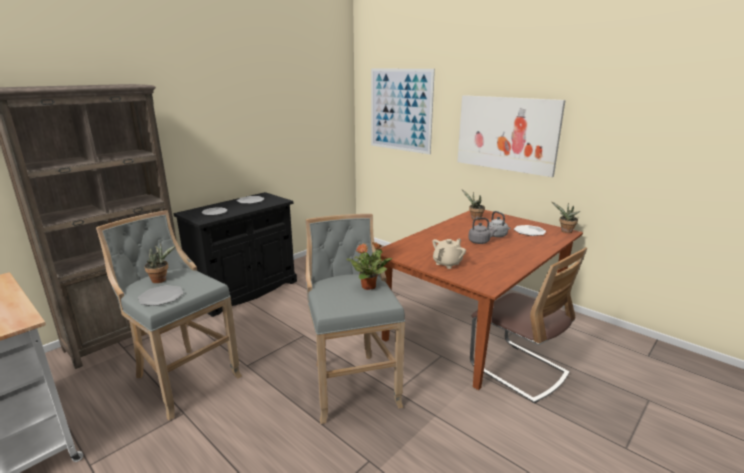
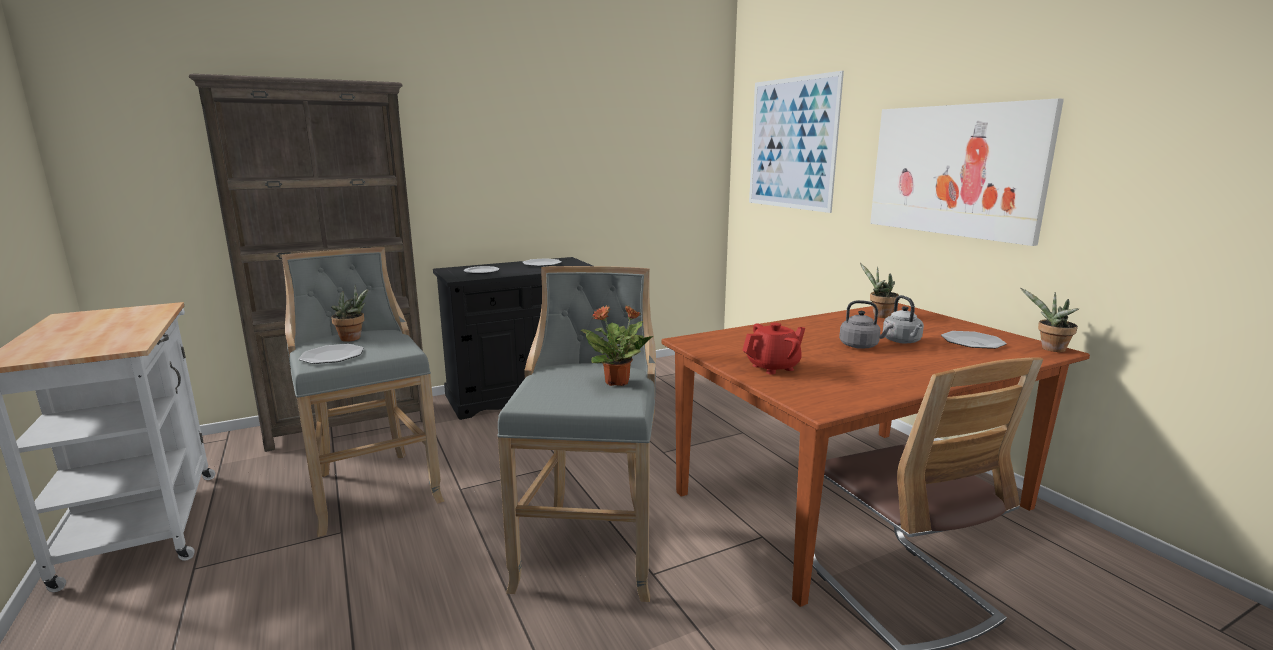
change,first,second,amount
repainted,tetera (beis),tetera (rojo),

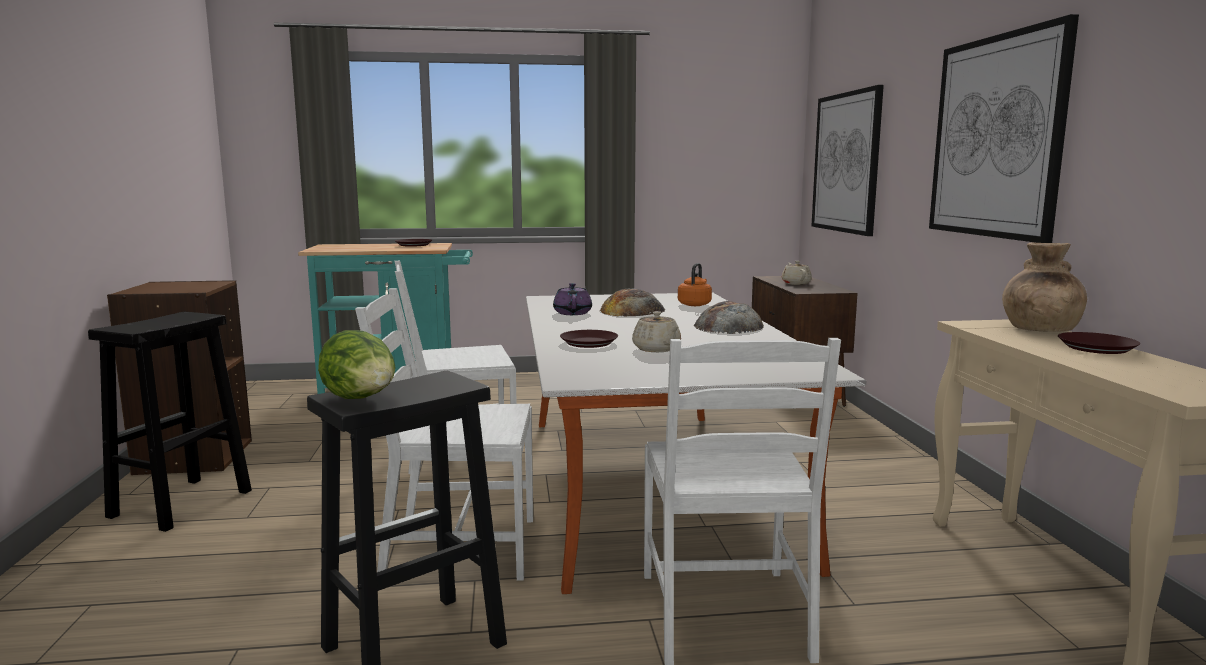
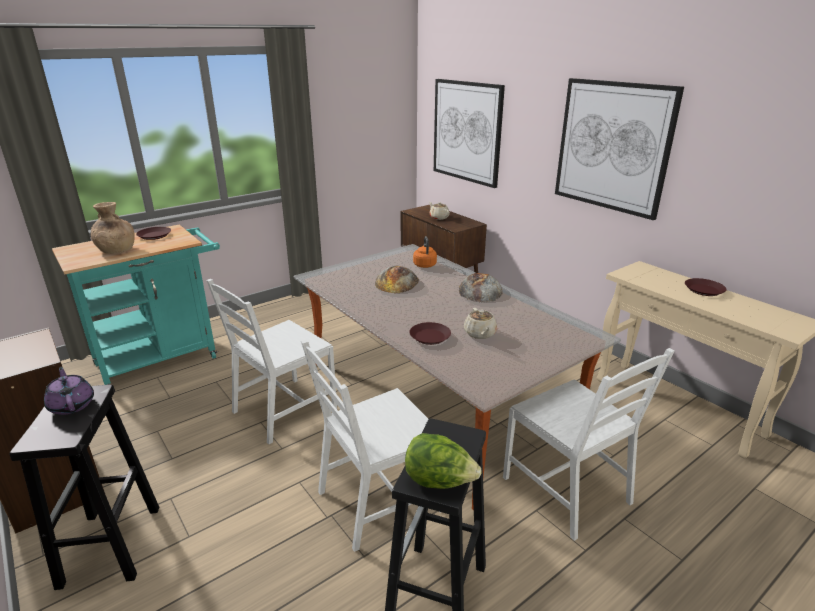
change,first,second,amount
shifted,florero (marrón),,
shifted,tetera (morado),,
rotated,tetera (beis) (no. 1 from left in the first image),tetera (beis) (no. 2 from left),45 degrees clockwise

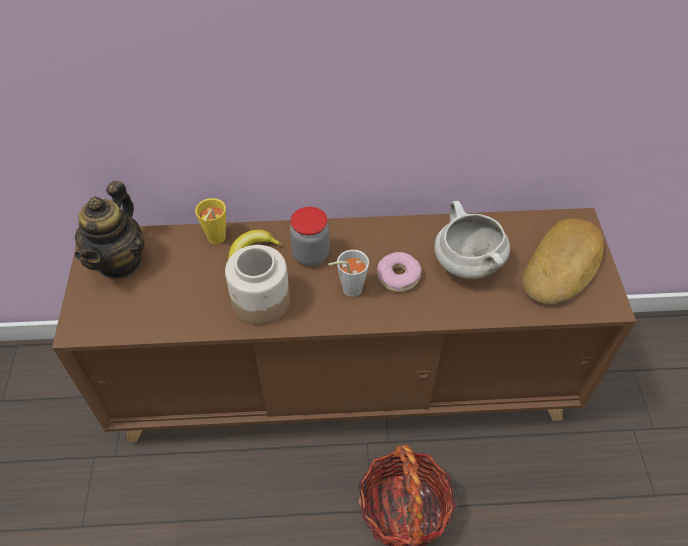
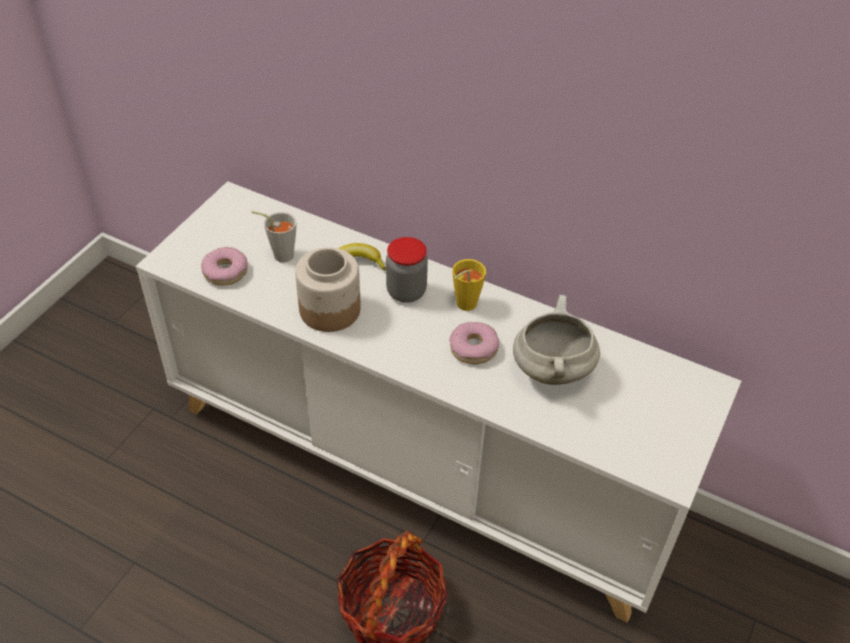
change,first,second,amount
gone,tetera,,
shifted,taza (amarillo),,
repainted,armario (marrón),armario (blanco),
gone,pan,,
shifted,taza (gris),,
new,,rosquilla (no. 1 from left),

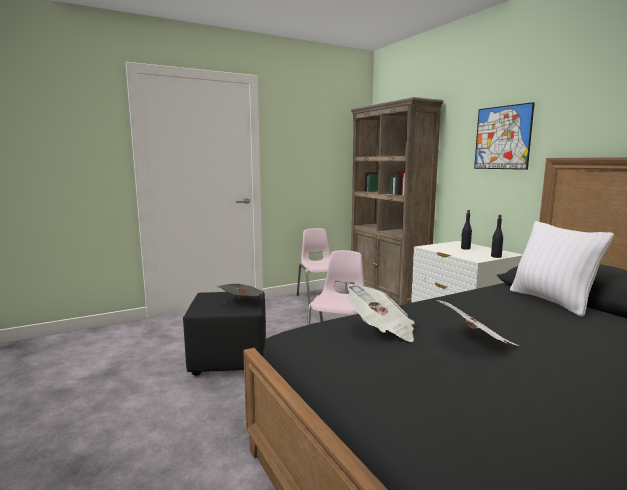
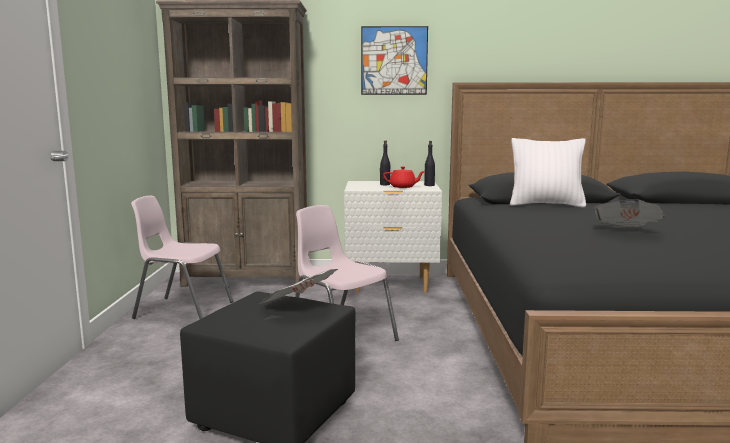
change,first,second,amount
gone,periódico (no. 2 from left),,
new,,tetera (rojo),

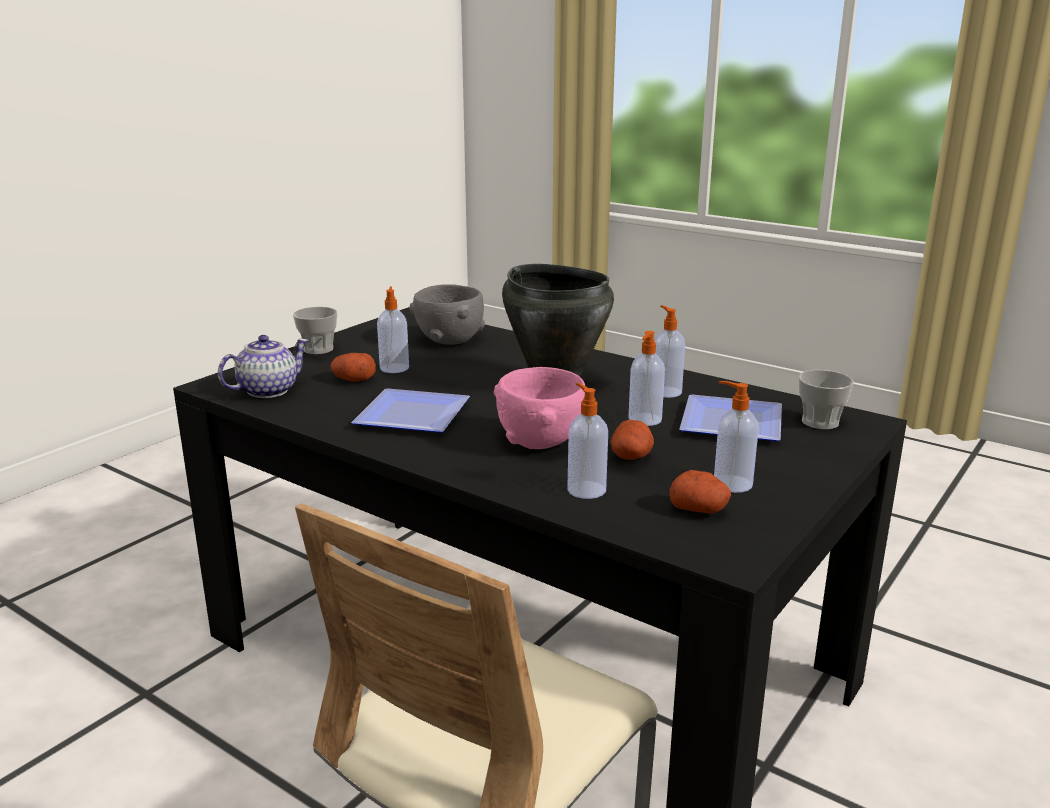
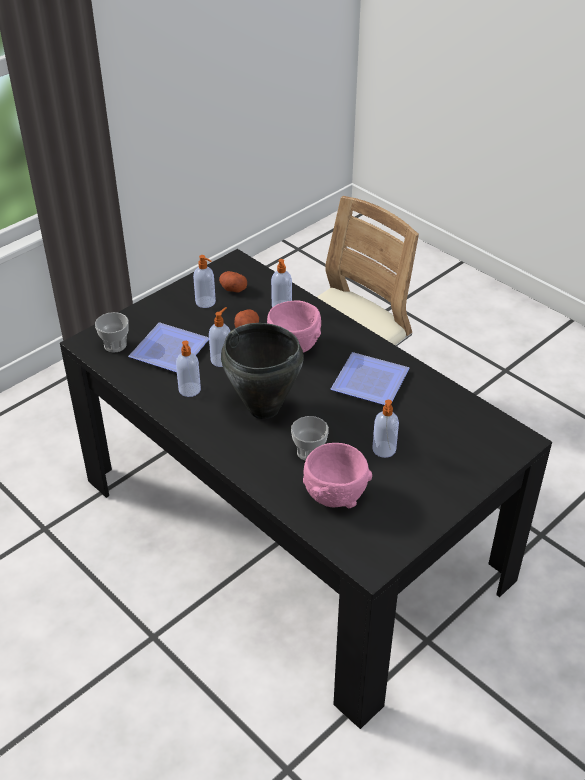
change,first,second,amount
repainted,cuenco (gris),cuenco (rosa) (no. 2 from left),
shifted,taza (no. 1 from left in the first image),taza (no. 2 from left),
gone,tetera,,
gone,patata (no. 1 from left),,

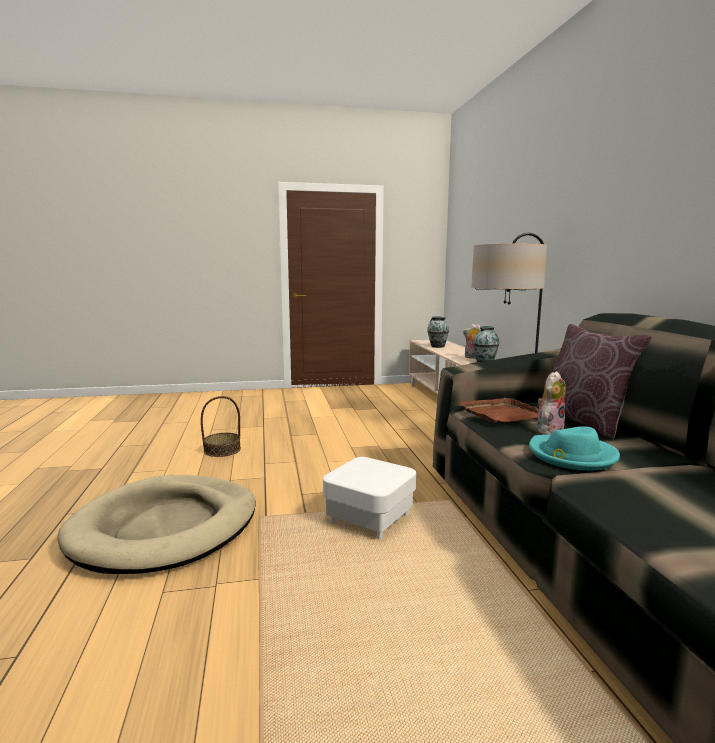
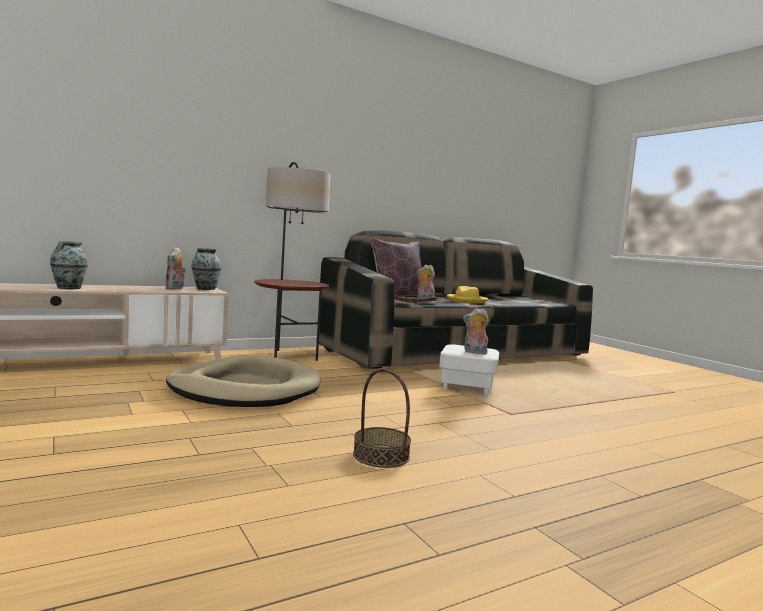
change,first,second,amount
repainted,sombrero (turquesa),sombrero (amarillo),
shifted,cama para perro (beis),,
new,,peluche (no. 3 from left),

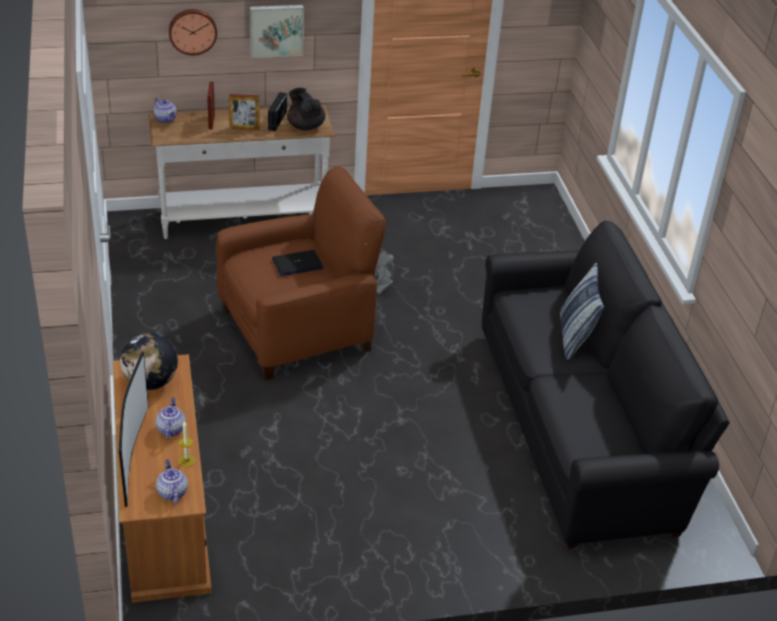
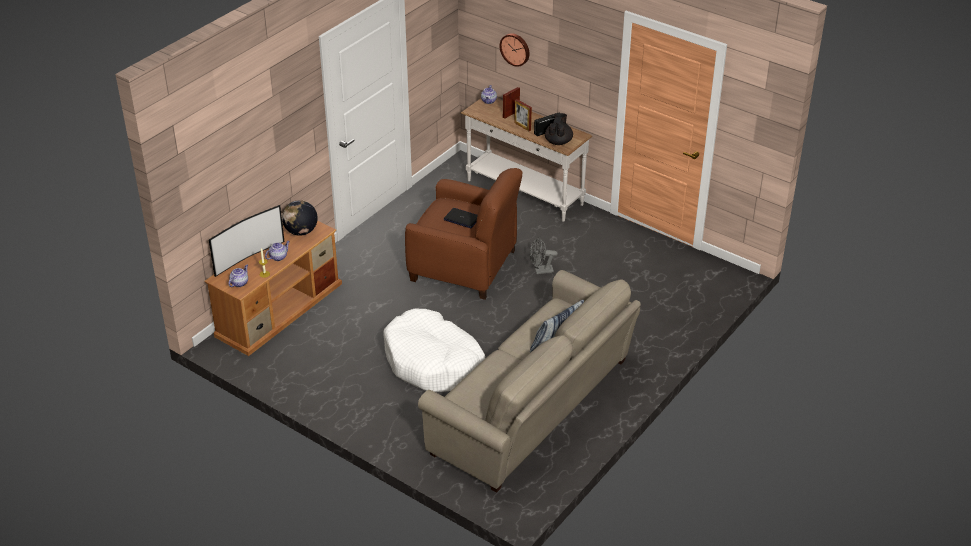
change,first,second,amount
gone,cuadro,,
repainted,sofá (negro),sofá (beis),
new,,cama para perro (blanco),

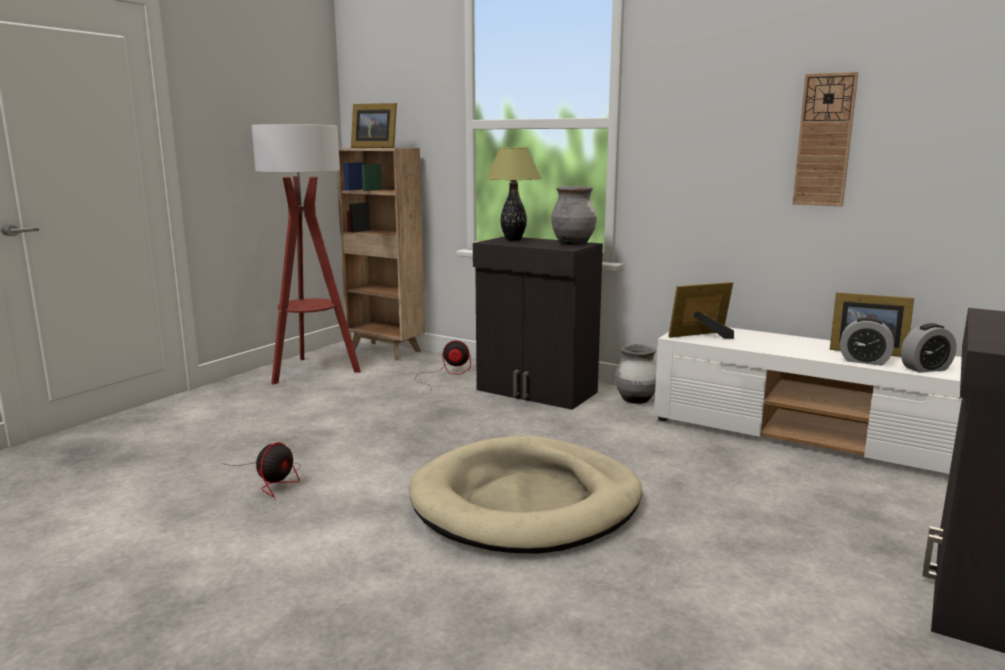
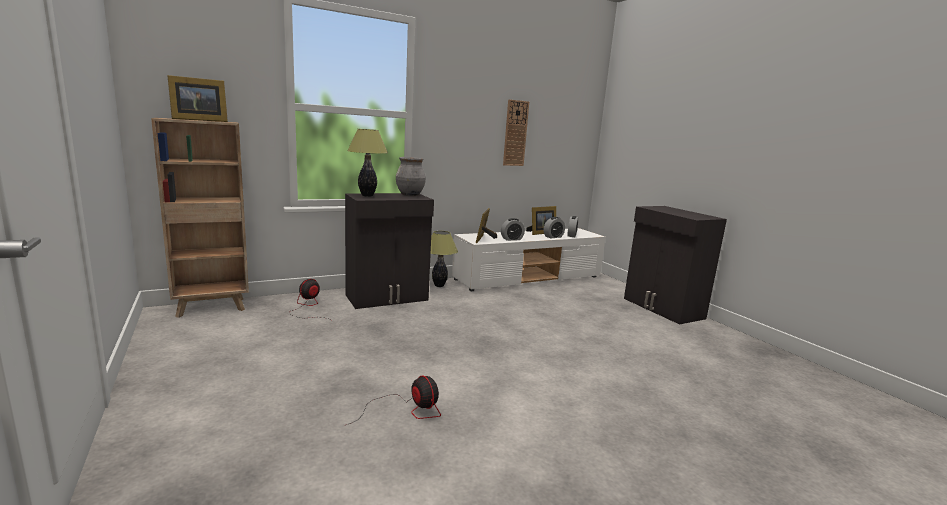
change,first,second,amount
gone,lámpara de pie,,
swapped,florero (gris) (no. 2 from left),lámpara de mesa (no. 2 from left),
gone,cama para perro (beis),,
new,,despertador (no. 1 from left),

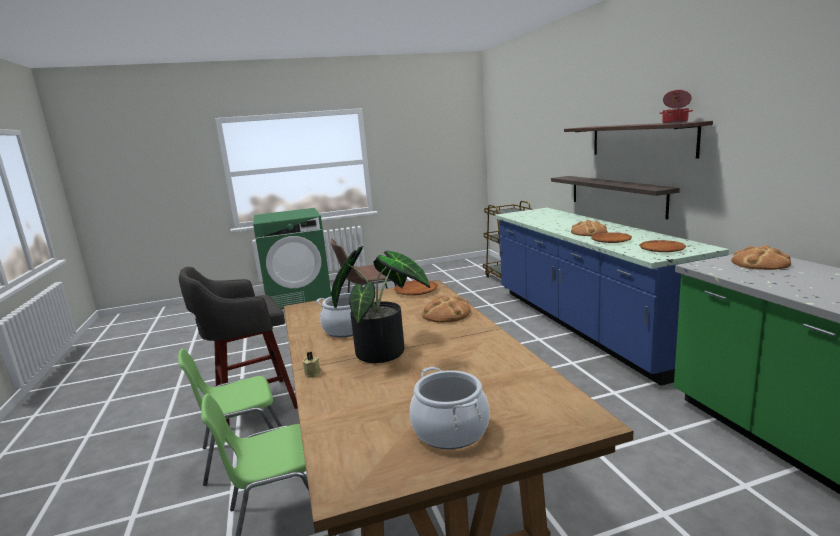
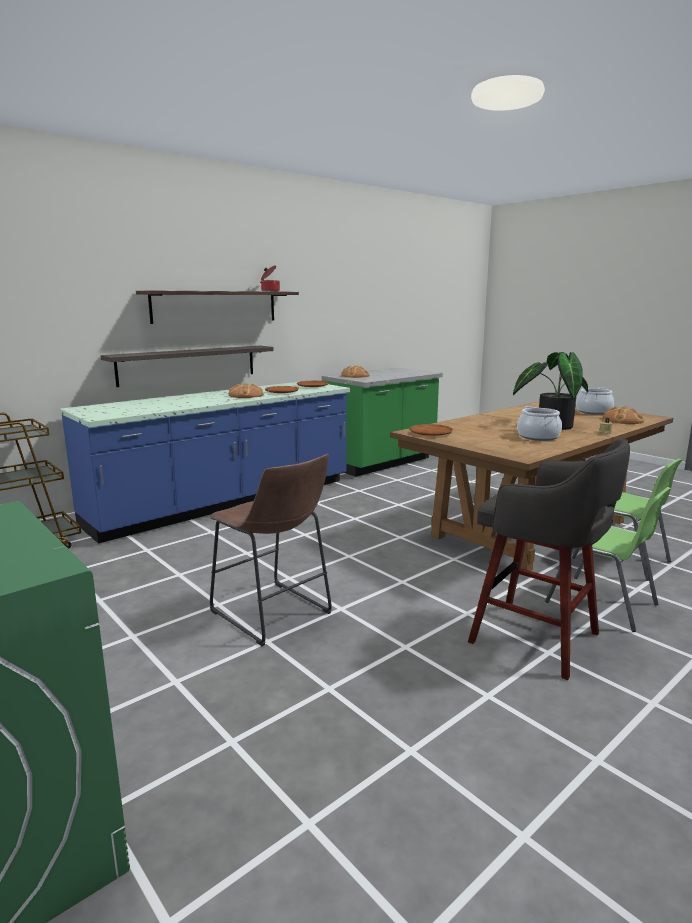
change,first,second,amount
shifted,pan (no. 1 from left in the first image),pan (no. 3 from left),

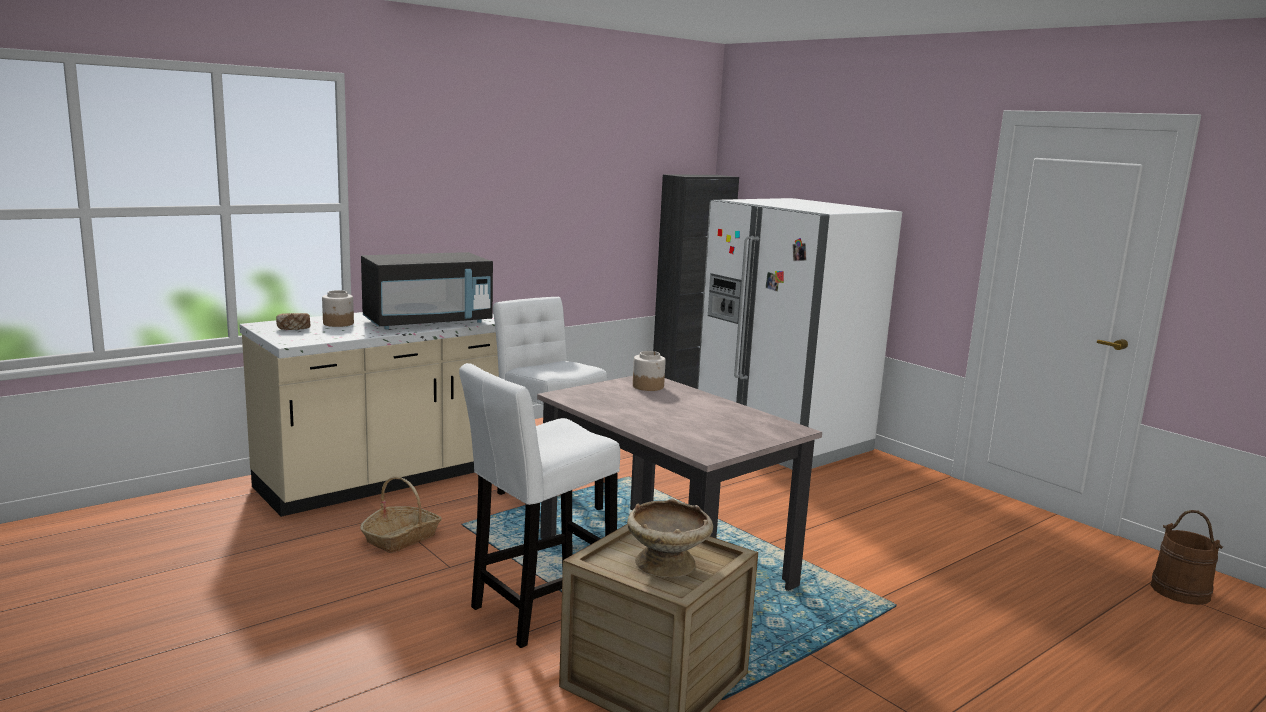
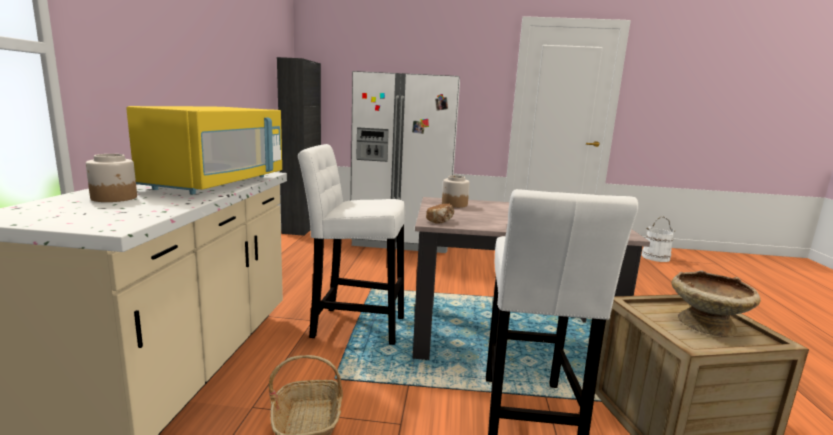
change,first,second,amount
repainted,microondas (negro),microondas (amarillo),
shifted,pan,,
repainted,cubo (marrón),cubo (blanco),

